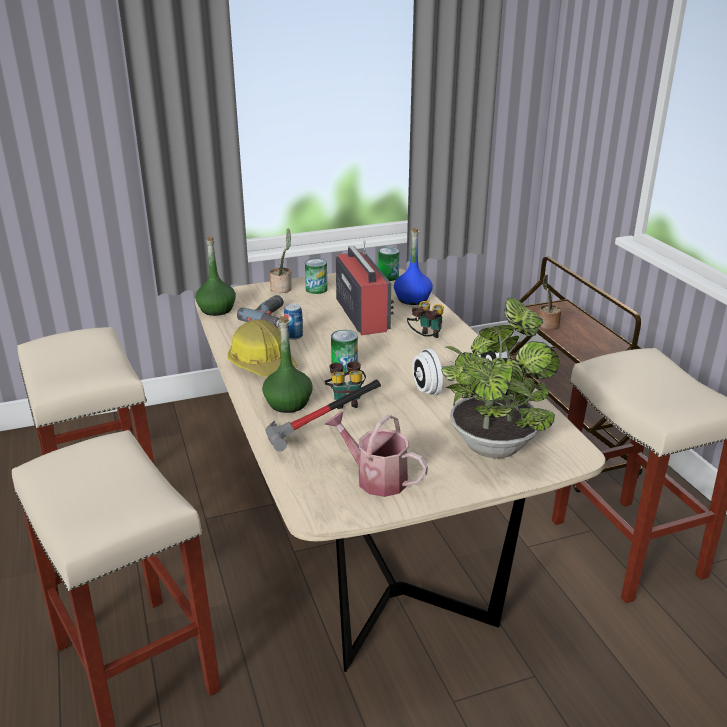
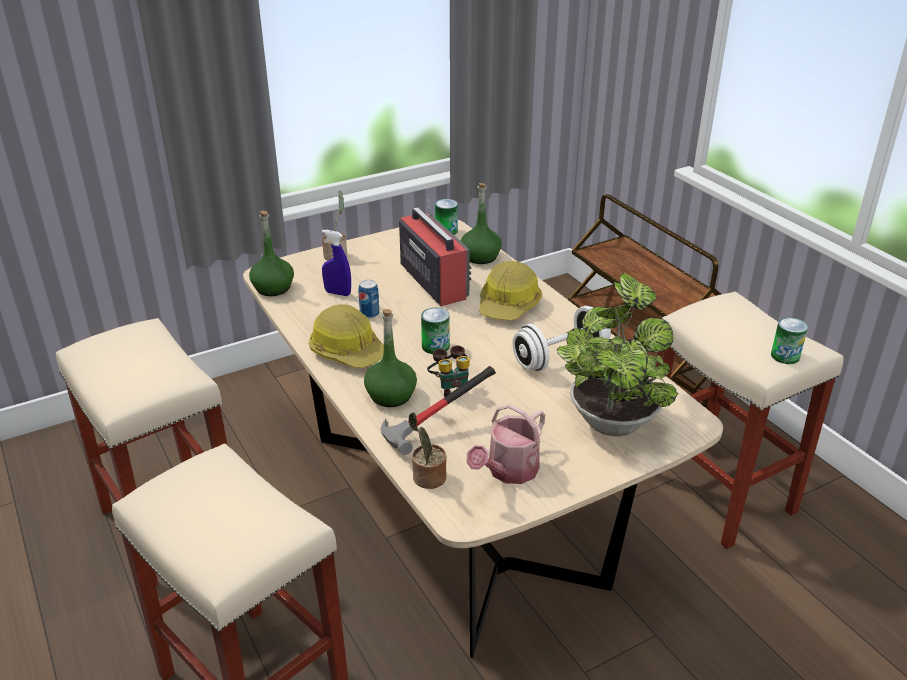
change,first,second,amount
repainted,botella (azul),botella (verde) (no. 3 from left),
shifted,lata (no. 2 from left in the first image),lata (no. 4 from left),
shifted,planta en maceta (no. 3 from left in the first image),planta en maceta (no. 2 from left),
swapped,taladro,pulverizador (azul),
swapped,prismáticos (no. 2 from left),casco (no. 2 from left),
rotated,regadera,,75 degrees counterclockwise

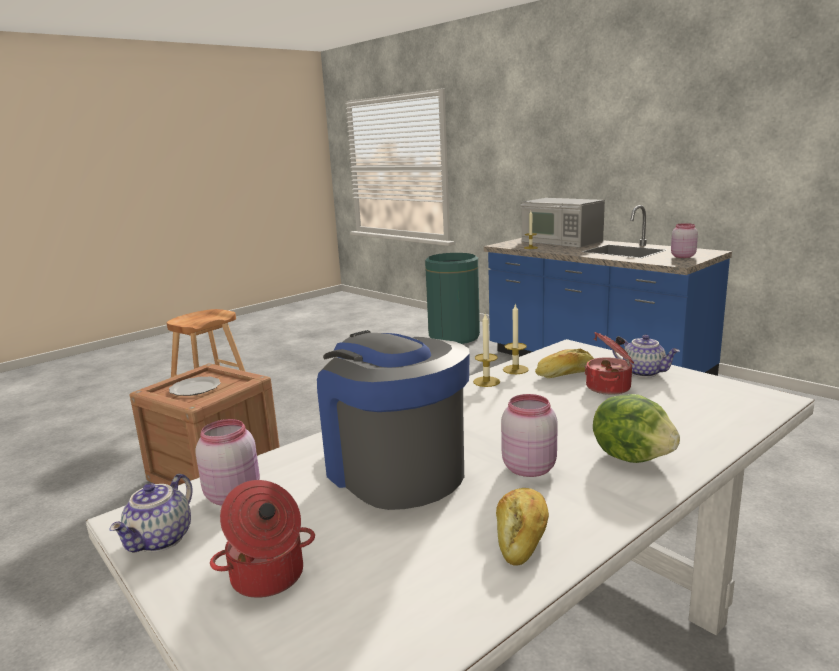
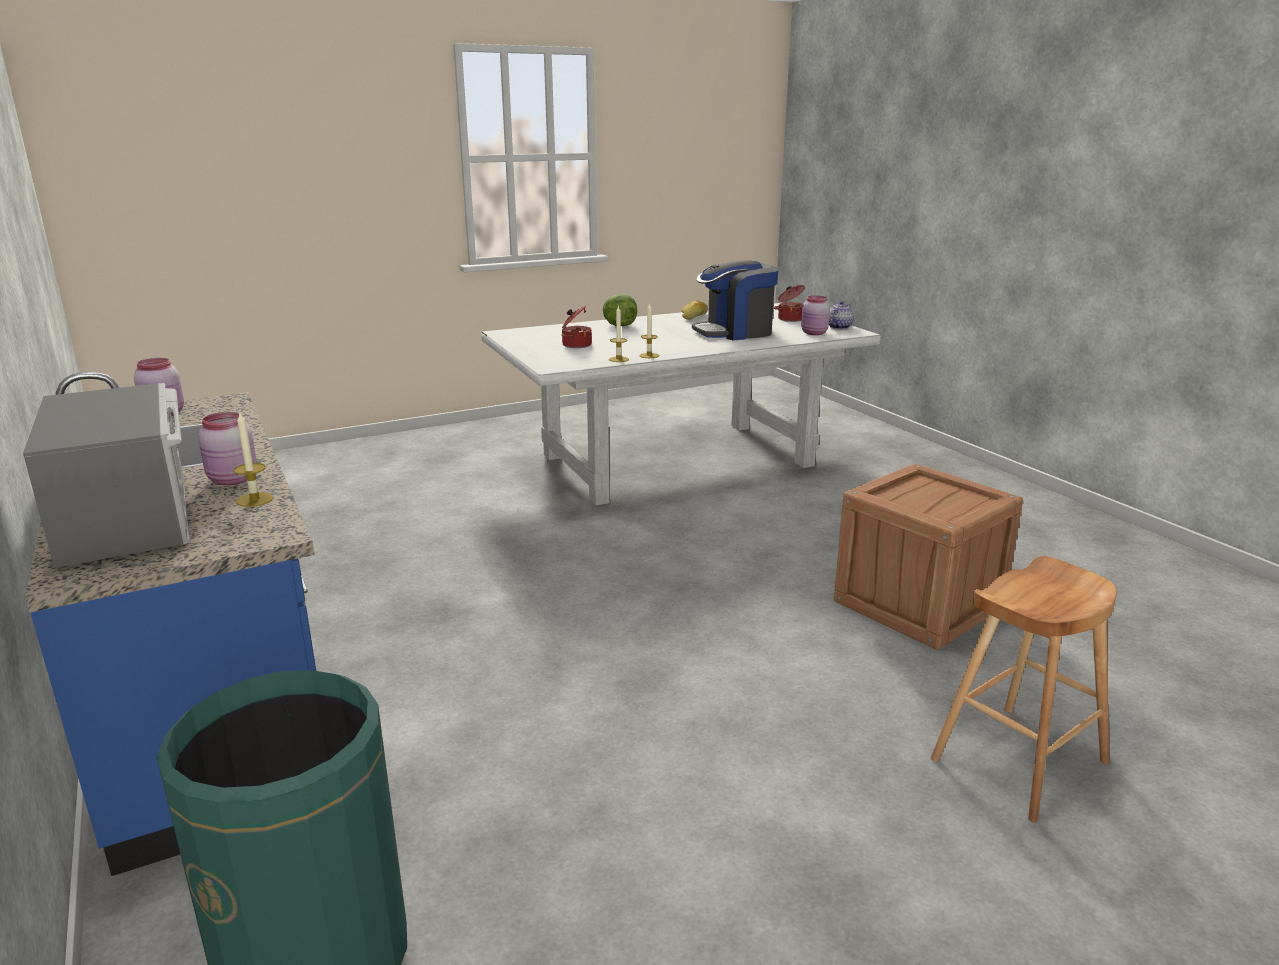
change,first,second,amount
rotated,cafetera,,90 degrees clockwise
gone,tetera (no. 2 from left),,
gone,pan (no. 2 from left),,
gone,plato,,
shifted,tarro (rosa) (no. 2 from left),,

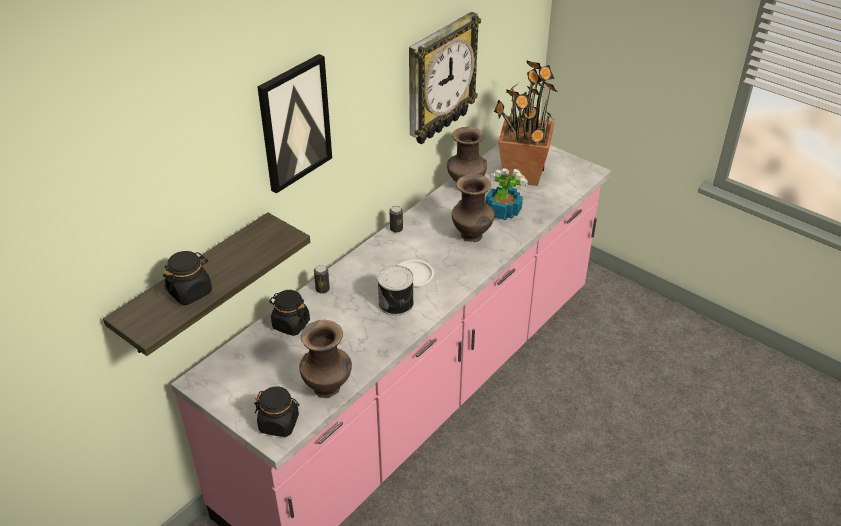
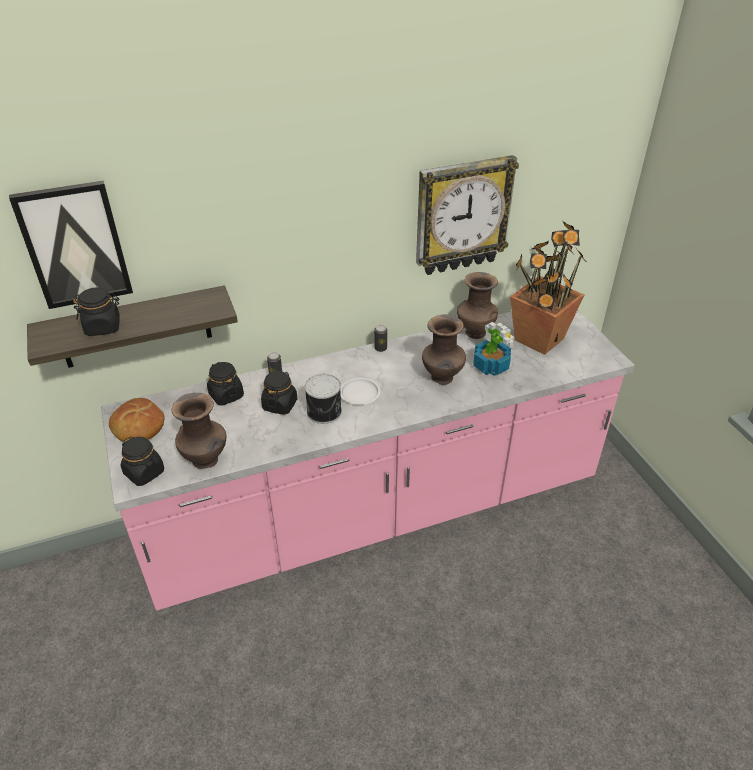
change,first,second,amount
shifted,cuadro,,
new,,tarro (negro) (no. 4 from left),
new,,pan,

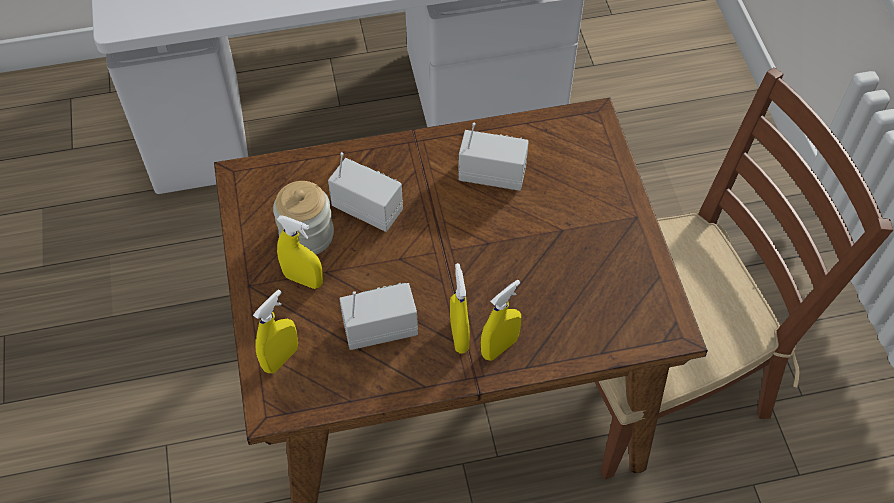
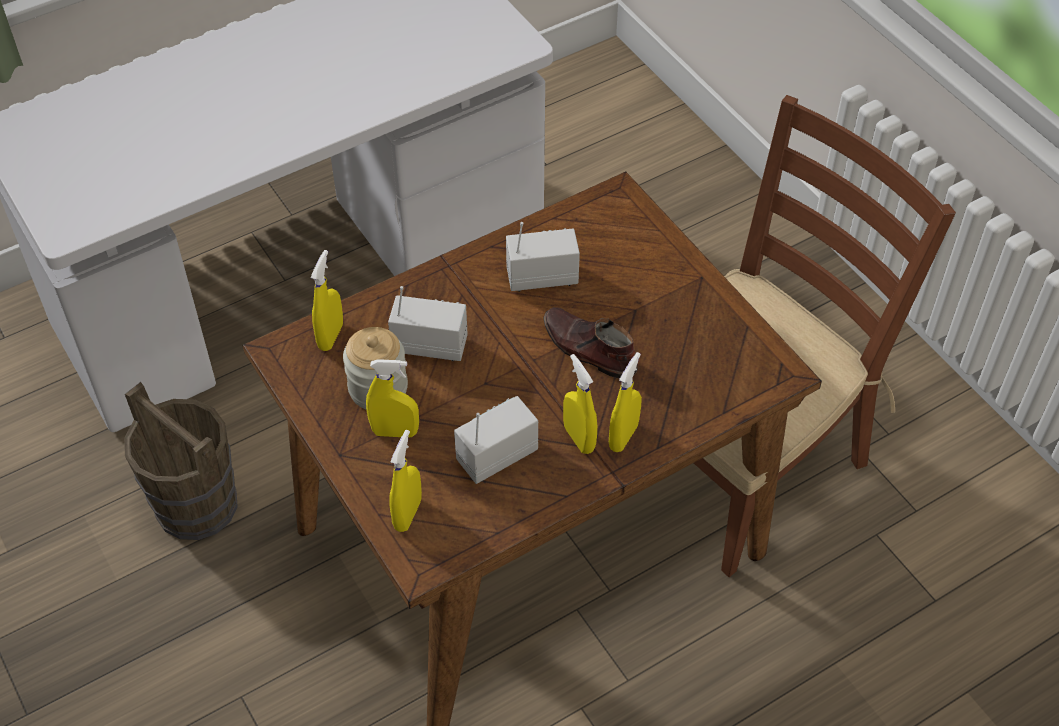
change,first,second,amount
new,,pulverizador (amarillo) (no. 1 from left),
new,,zapato (marrón),
new,,cubo (marrón),

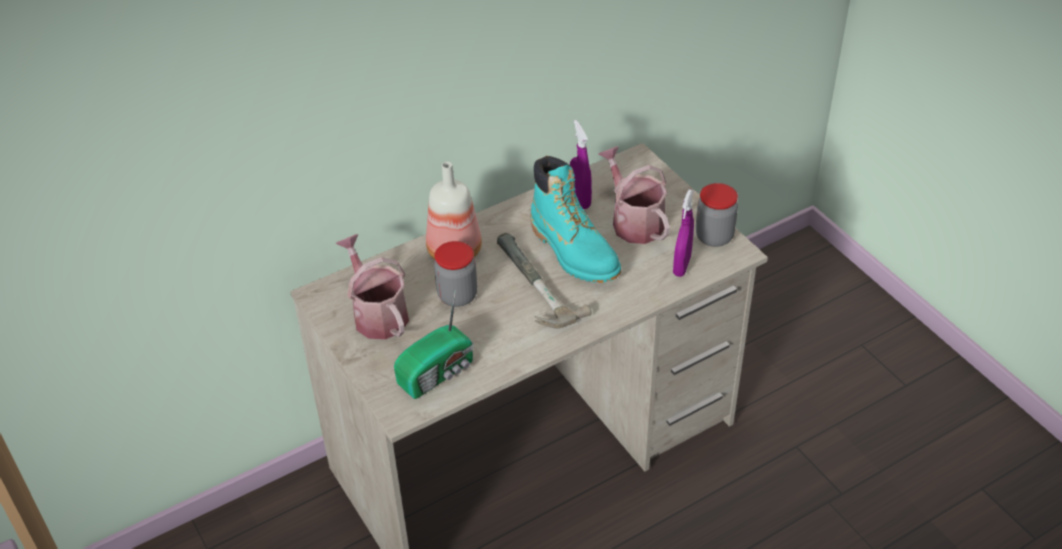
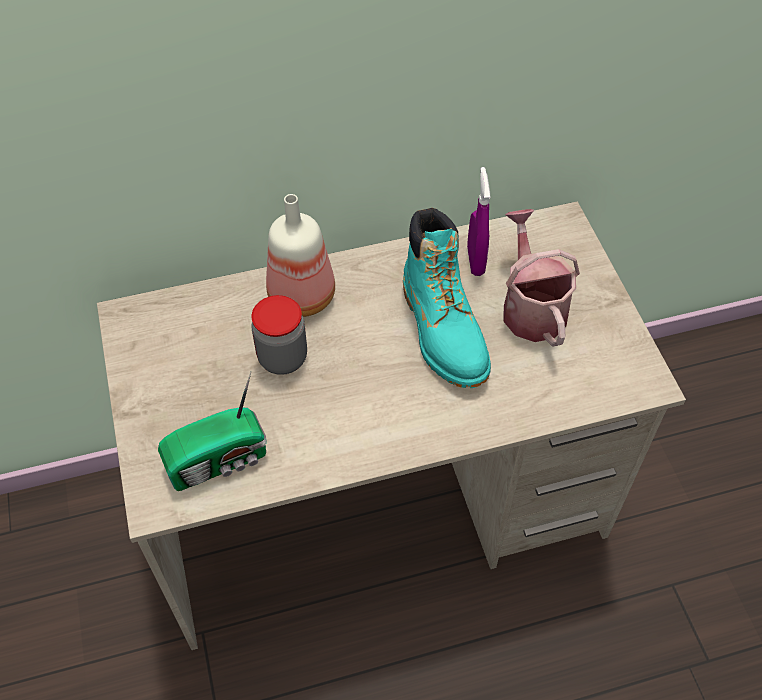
change,first,second,amount
gone,tarro (no. 2 from left),,
gone,pulverizador (morado) (no. 2 from left),,
gone,martillo,,
gone,regadera (no. 1 from left),,

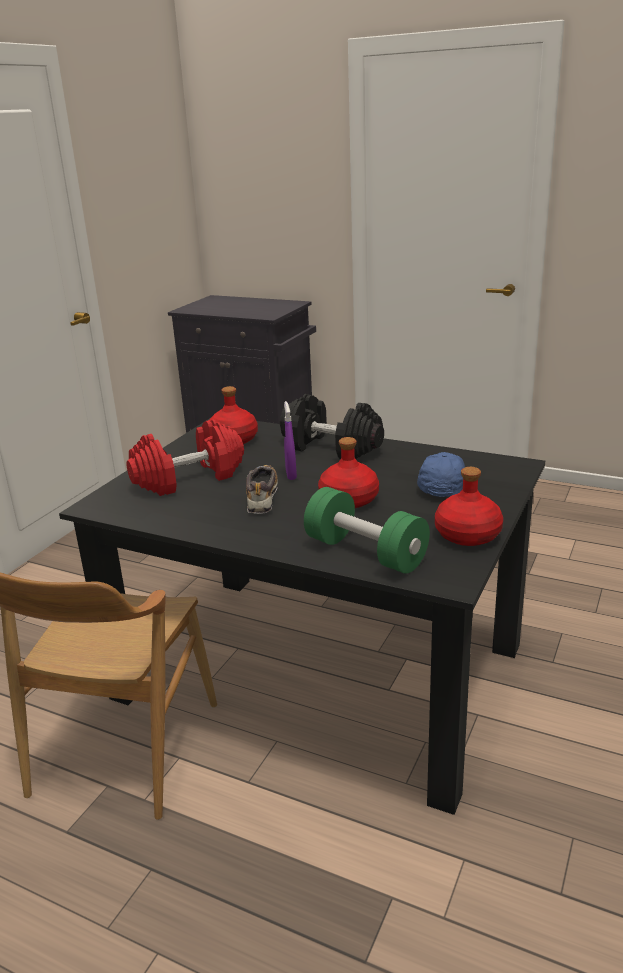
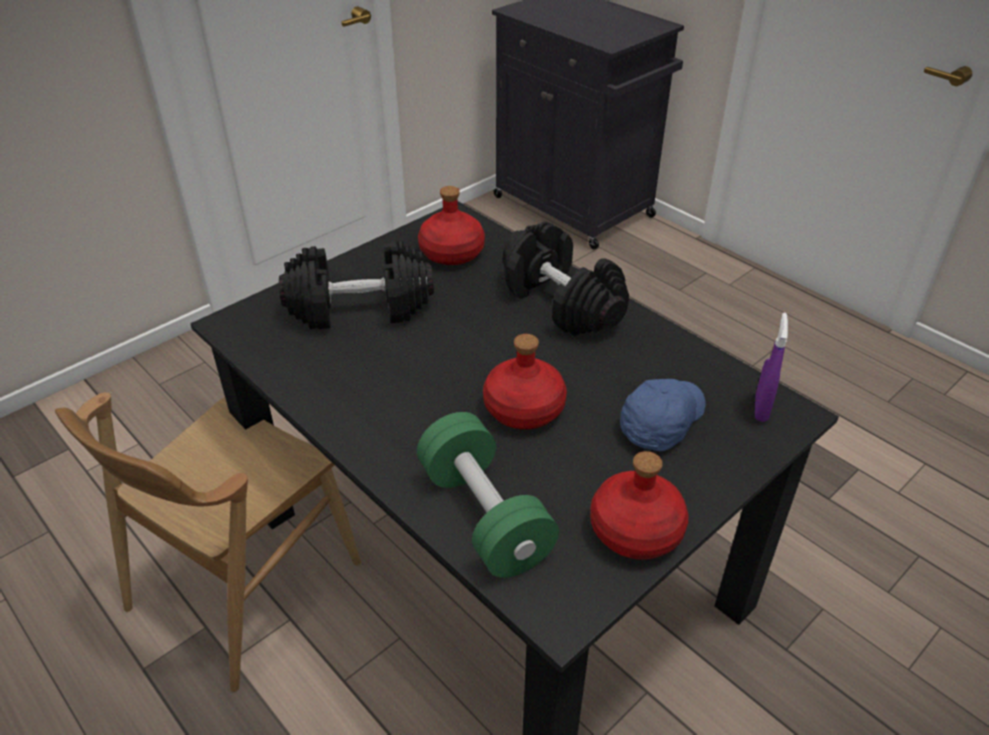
change,first,second,amount
shifted,pulverizador (morado),,
repainted,mancuerna (rojo),mancuerna (negro) (no. 1 from left),
gone,zapato,,

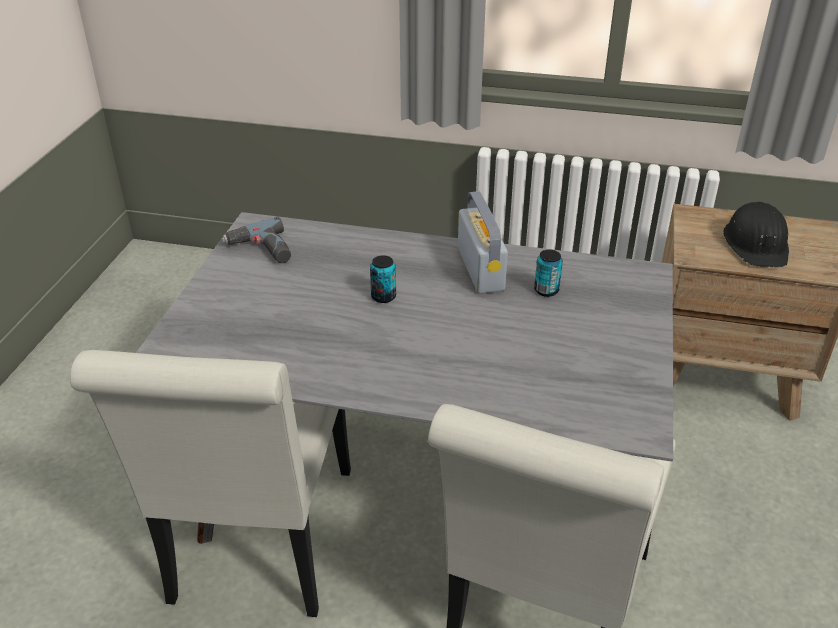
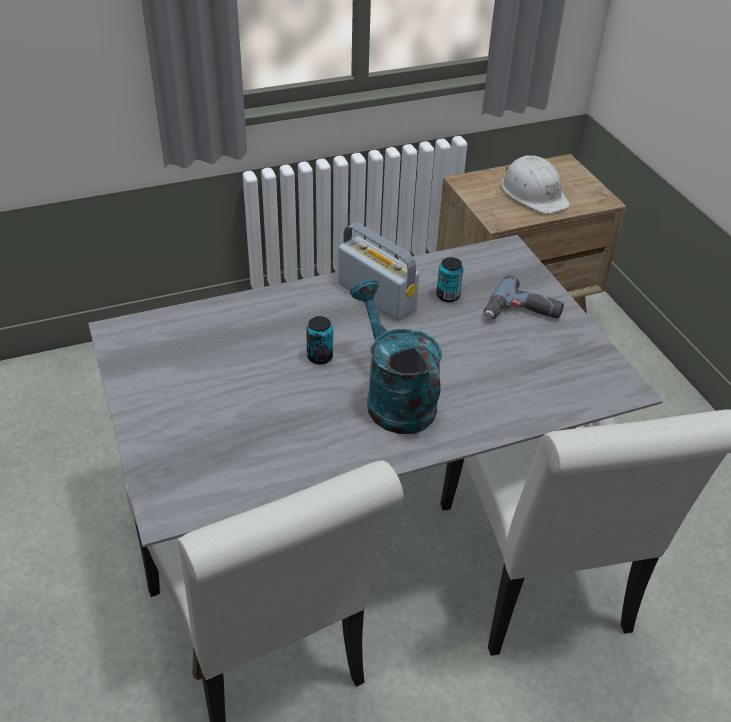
change,first,second,amount
repainted,casco (negro),casco (blanco),
shifted,taladro,,
new,,regadera (turquesa),

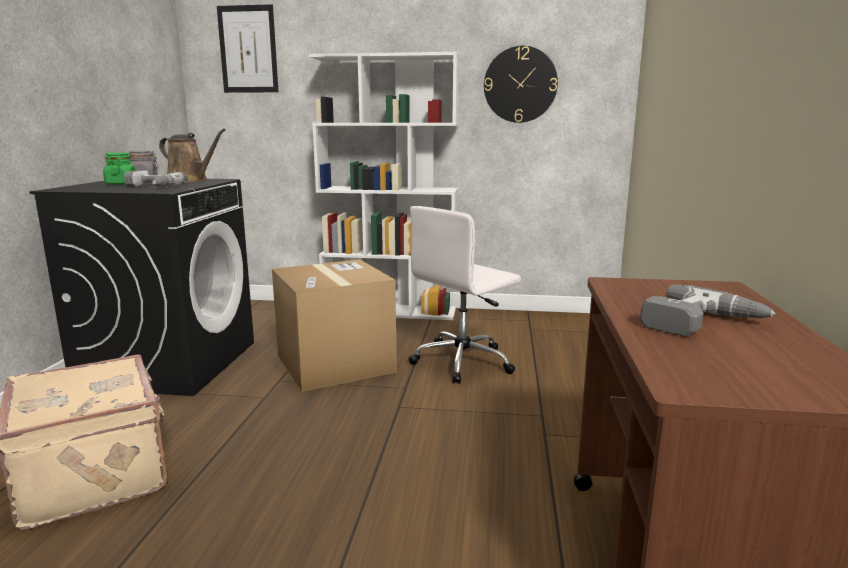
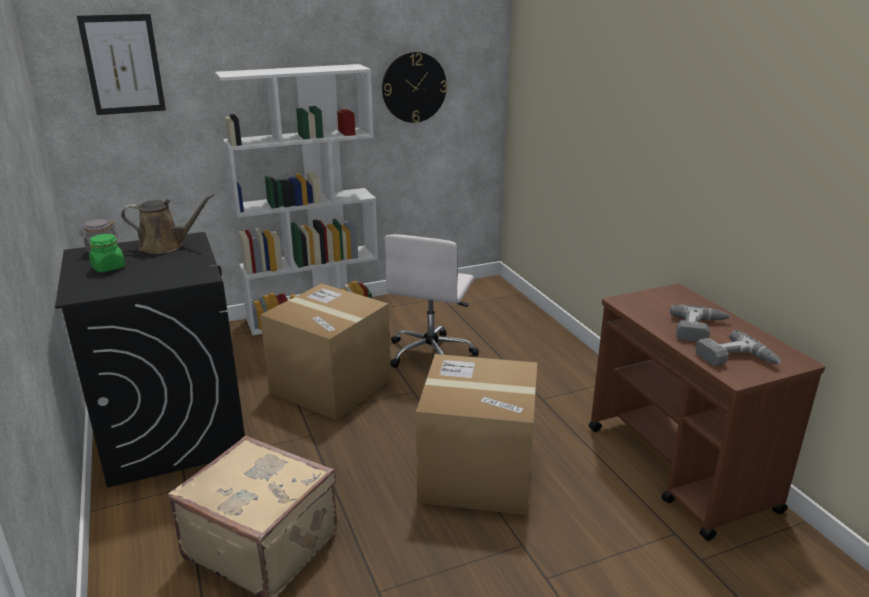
change,first,second,amount
shifted,taladro (no. 1 from left in the first image),taladro (no. 2 from left),
new,,caja de cartón (no. 2 from left),

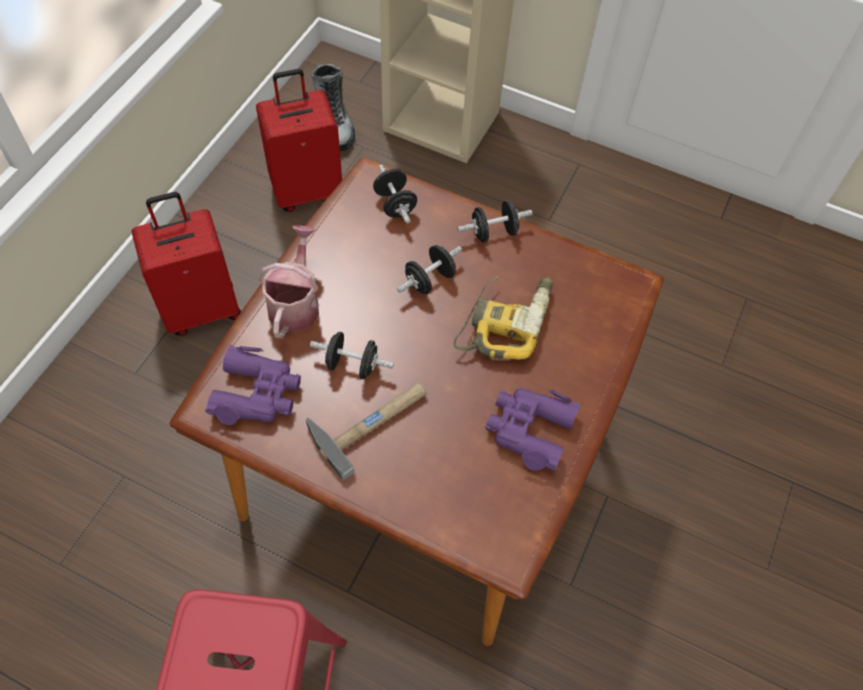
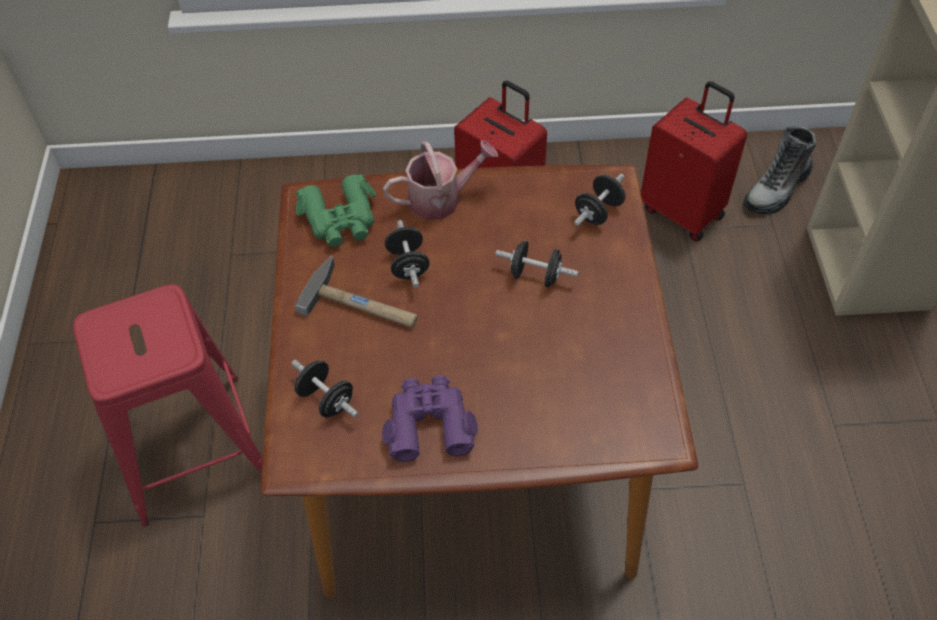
change,first,second,amount
shifted,mancuerna (negro) (no. 4 from left in the first image),mancuerna (negro) (no. 1 from left),
gone,taladro,,
repainted,prismáticos (morado) (no. 1 from left),prismáticos (verde),

